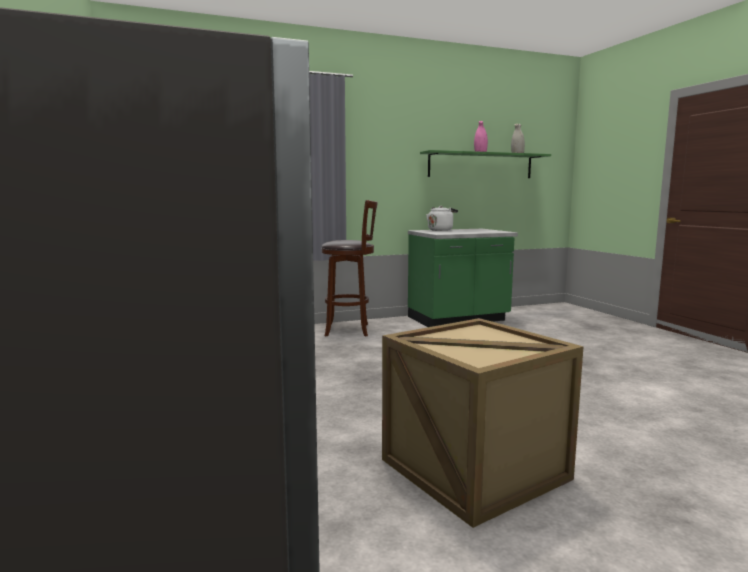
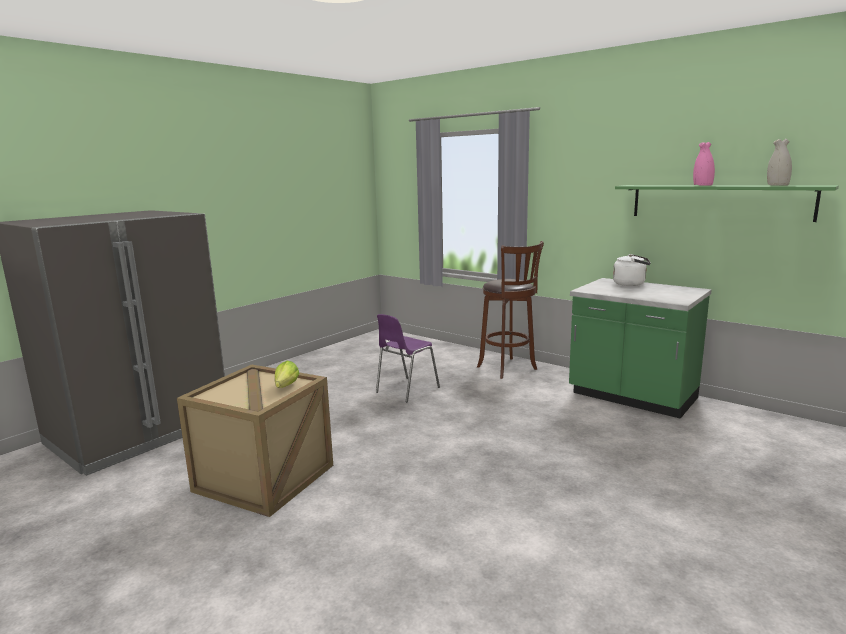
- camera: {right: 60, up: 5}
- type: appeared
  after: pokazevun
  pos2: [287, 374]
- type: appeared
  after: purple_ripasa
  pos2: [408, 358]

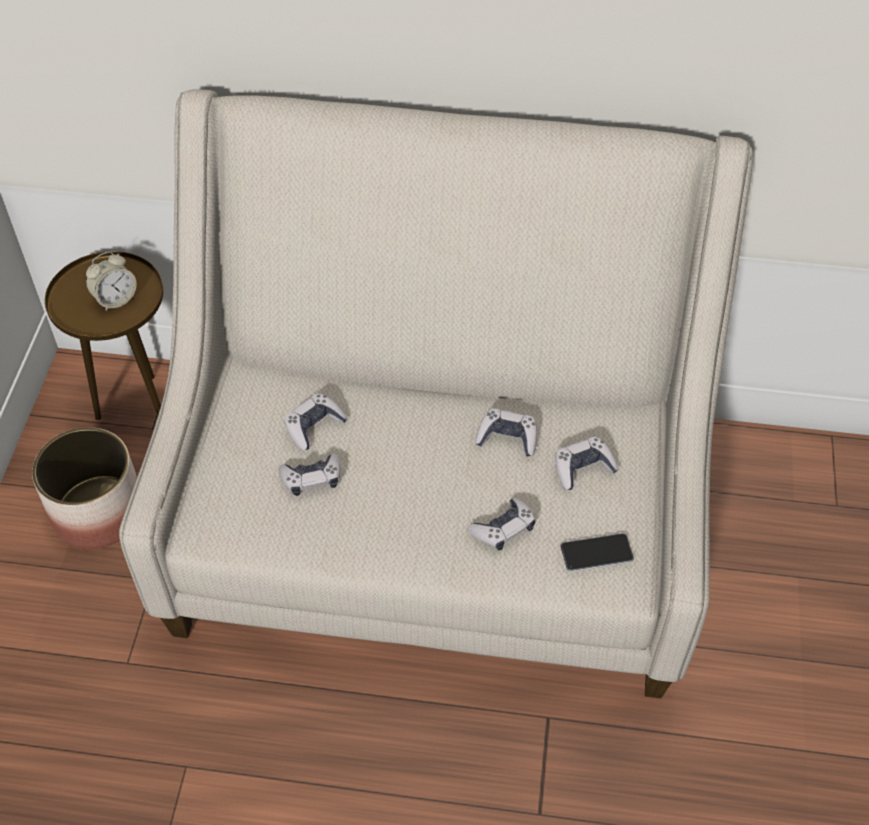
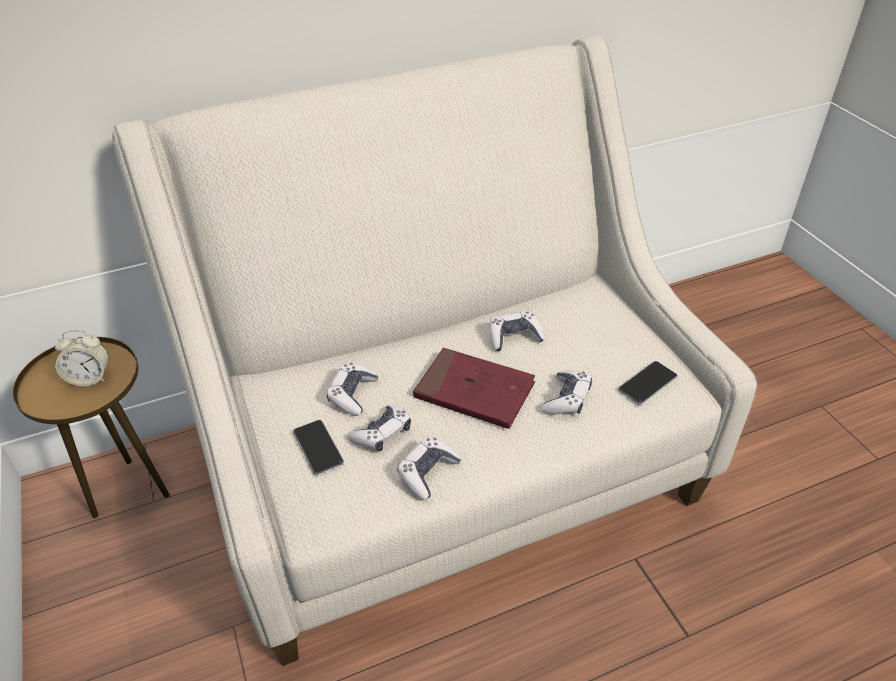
- camera: {right: -30, up: -10}
- type: spun
  before: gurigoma
  pos1: [111, 281]
  pos2: [82, 358]
  turn: 60
- type: appeared
  after: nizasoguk
  pos2: [318, 448]
- type: relocated
  before: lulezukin
  pos1: [587, 463]
  pos2: [429, 468]
- type: appeared
  after: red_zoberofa
  pos2: [474, 388]
- type: missing
  before: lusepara
  pos1: [84, 488]

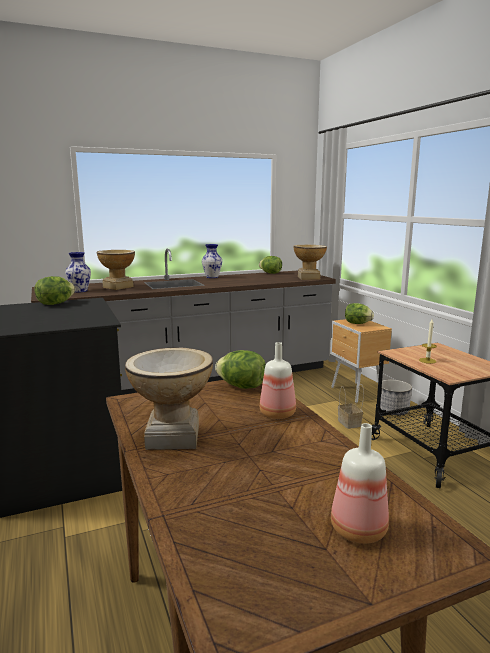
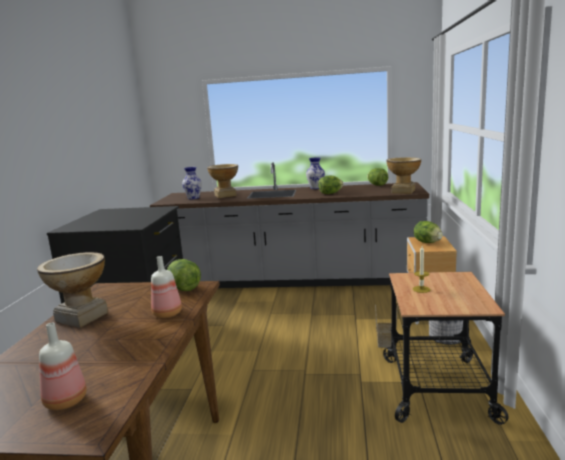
- camera: {right: 30, up: 0}
- type: relocated
  before: pokazevun
  pos1: [55, 290]
  pos2: [330, 185]

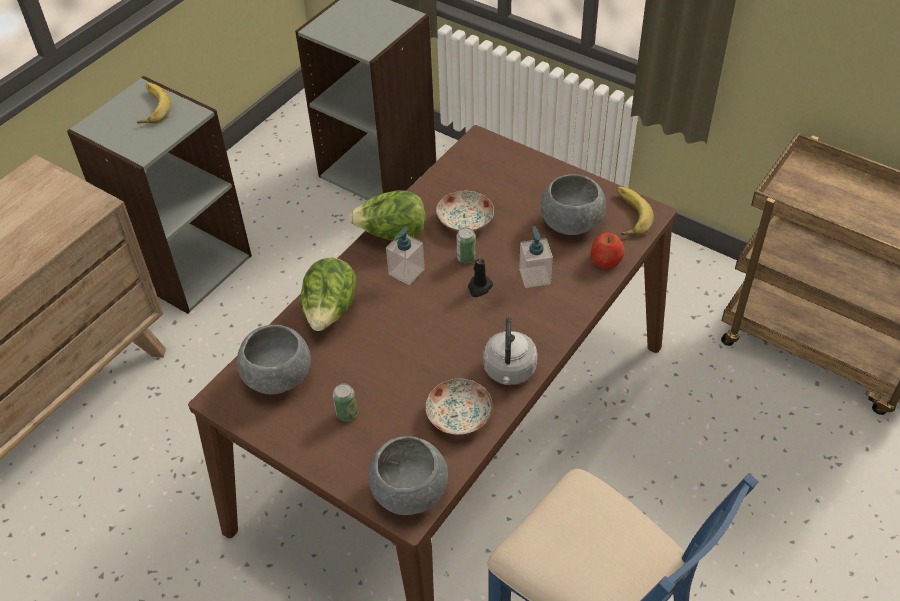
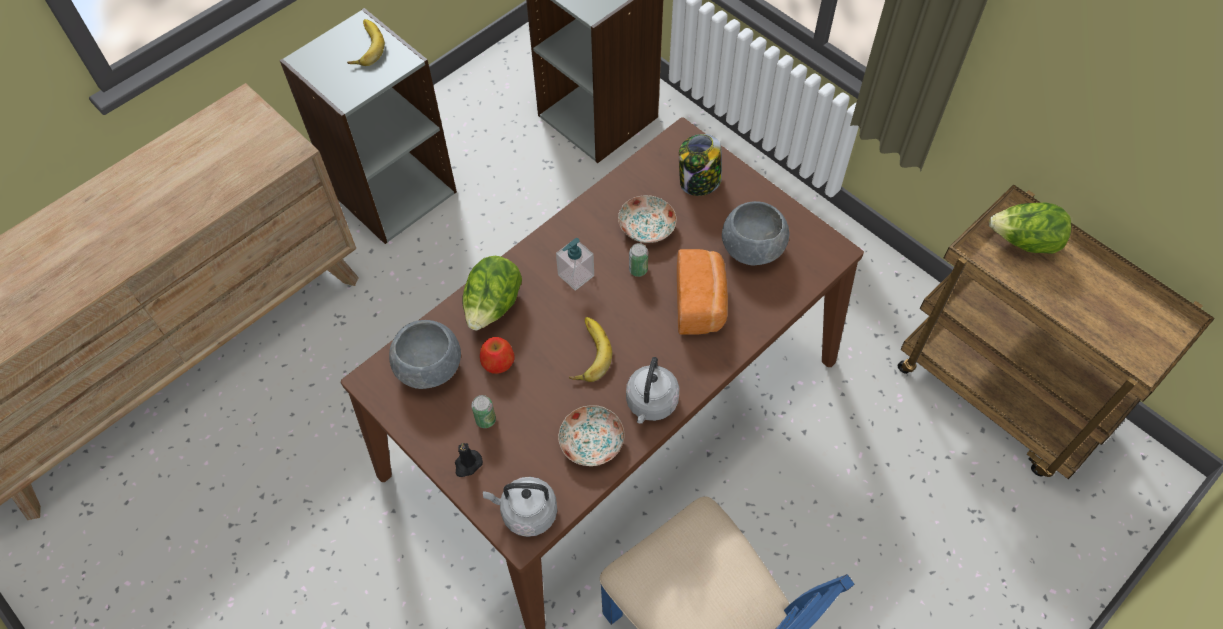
- camera: {right: 10, up: 10}
- type: relocated
  before: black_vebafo
  pos1: [480, 276]
  pos2: [469, 460]
- type: relocated
  before: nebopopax
  pos1: [608, 251]
  pos2: [497, 355]
- type: exchanged
  before: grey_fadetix
  after: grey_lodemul
  pos1: [408, 475]
  pos2: [520, 507]
- type: relocated
  before: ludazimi
  pos1: [635, 211]
  pos2: [590, 349]
- type: exchanged
  before: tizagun
  after: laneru
  pos1: [536, 257]
  pos2: [702, 292]
- type: appeared
  after: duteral
  pos2: [700, 165]
- type: relocated
  before: pokazevun
  pos1: [387, 215]
  pos2: [1030, 228]

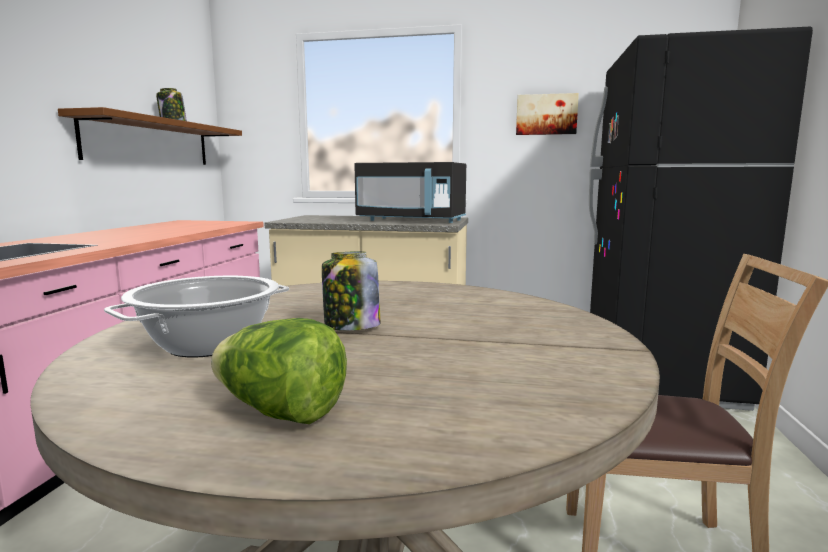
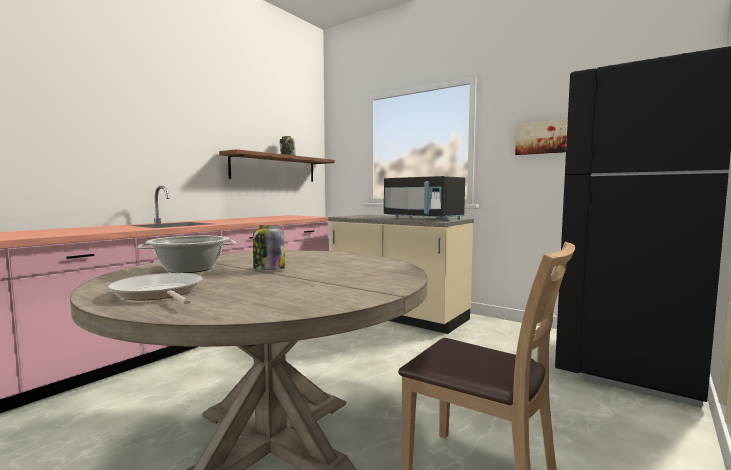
- camera: {right: 25, up: -5}
- type: exchanged
  before: pokazevun
  after: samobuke
  pos1: [279, 371]
  pos2: [155, 288]

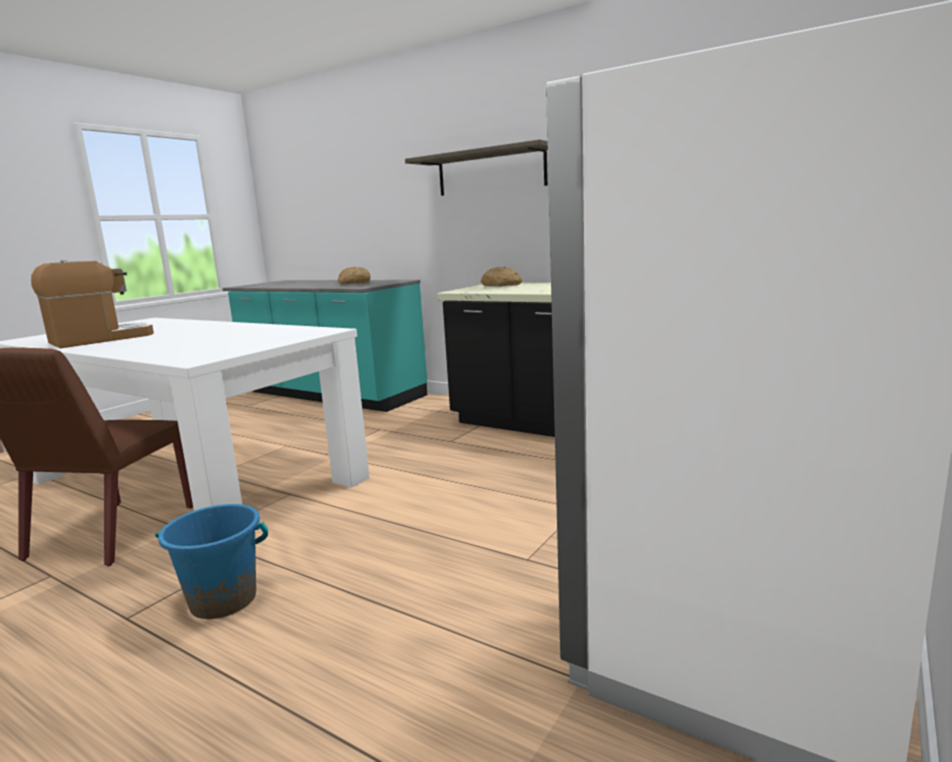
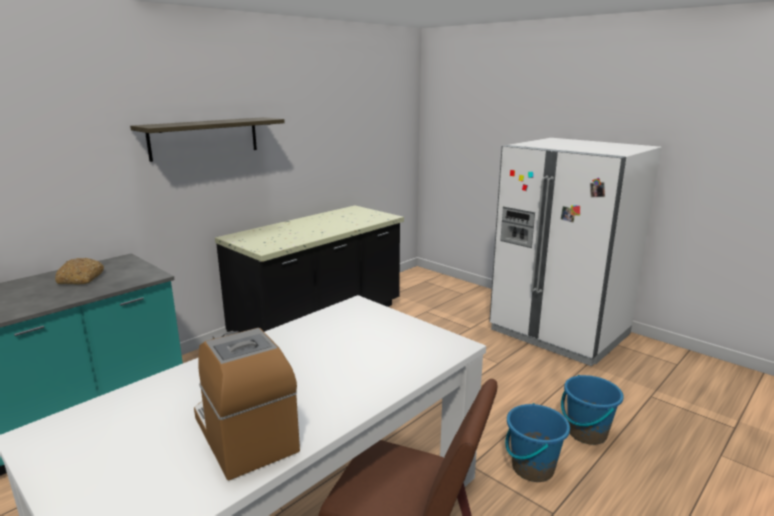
- camera: {right: -80, up: 5}
- type: appeared
  after: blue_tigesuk
  pos2: [592, 410]
- type: missing
  before: laneru
  pos1: [501, 277]

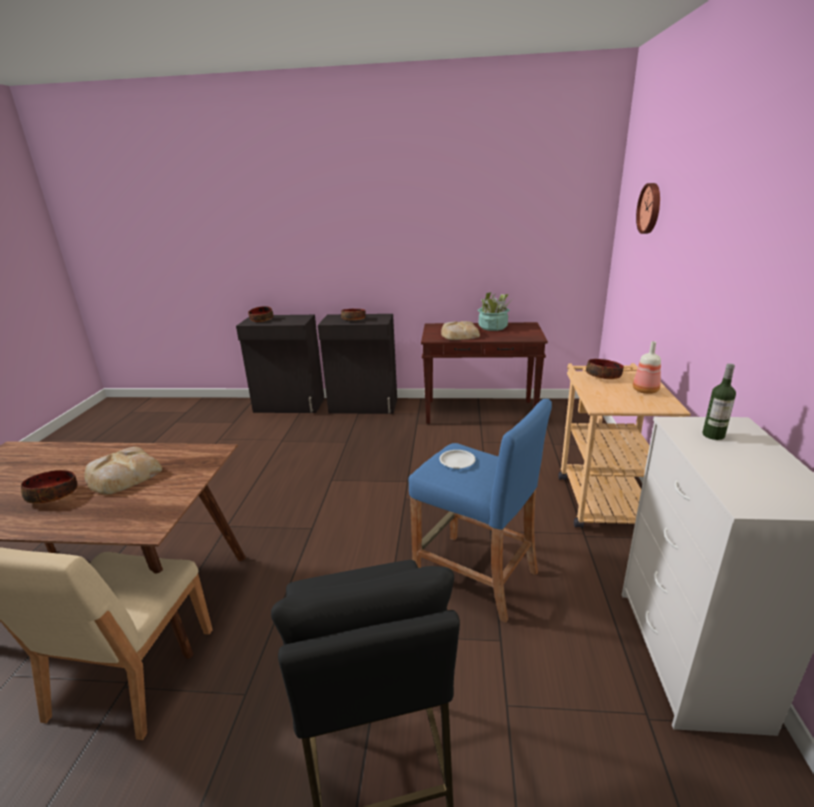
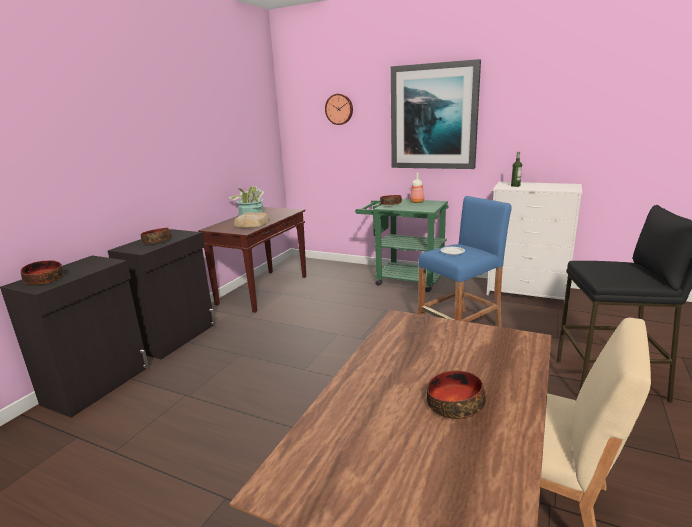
- camera: {right: -70, up: -5}
- type: colour
  before: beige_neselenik
  after: green_neselenik
  pos1: [624, 445]
  pos2: [402, 245]
- type: appeared
  after: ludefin
  pos2: [436, 114]
- type: missing
  before: laneru
  pos1: [123, 470]

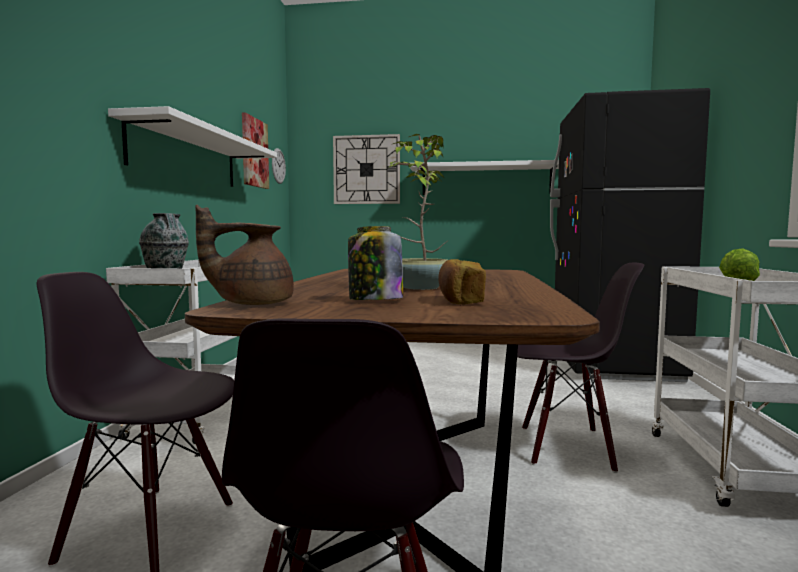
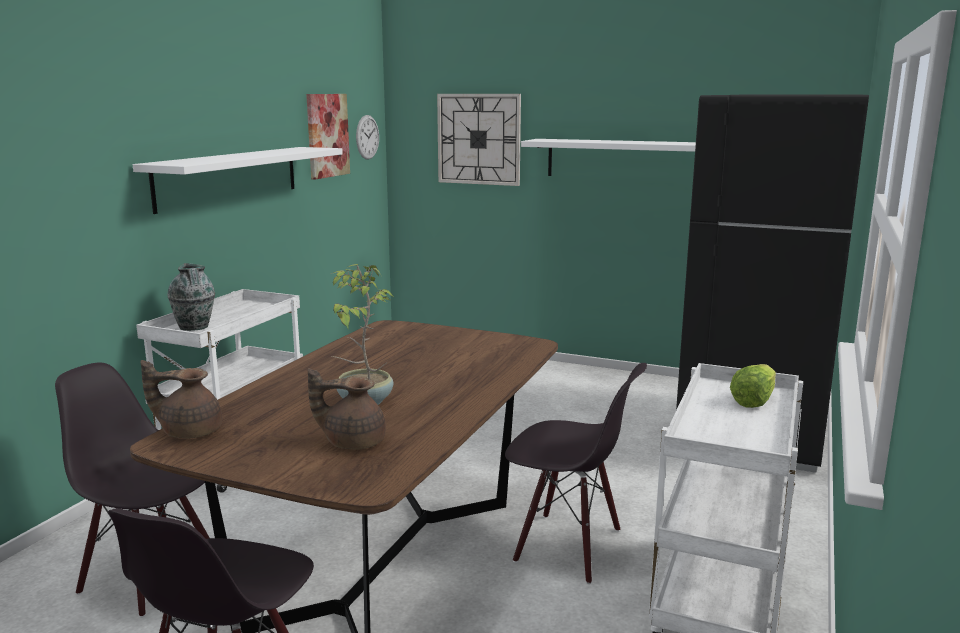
- camera: {right: 15, up: 10}
- type: exchanged
  before: laneru
  after: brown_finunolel
  pos1: [462, 281]
  pos2: [346, 409]
- type: missing
  before: duteral
  pos1: [375, 263]

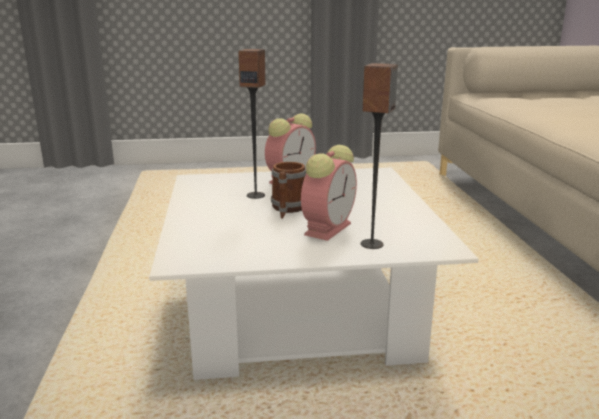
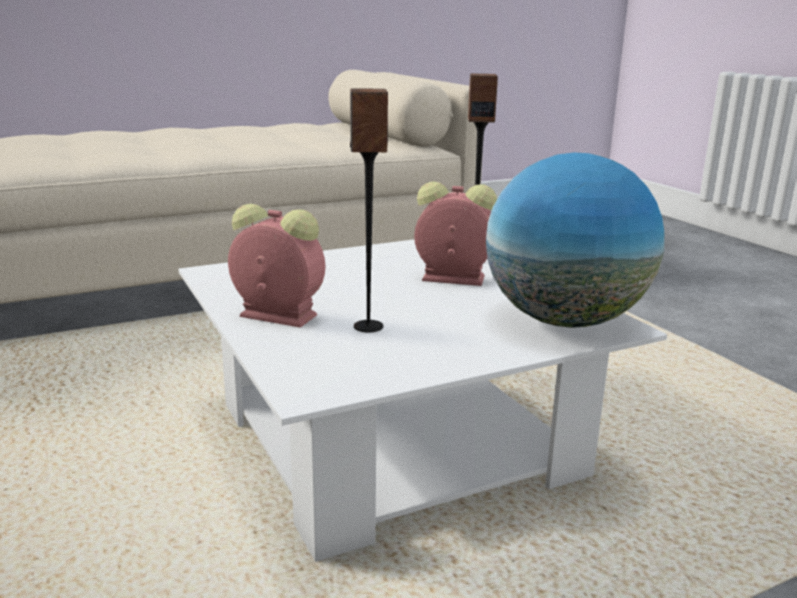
- camera: {right: -110, up: 0}
- type: appeared
  after: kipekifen
  pos2: [575, 240]
- type: missing
  before: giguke
  pos1: [288, 190]

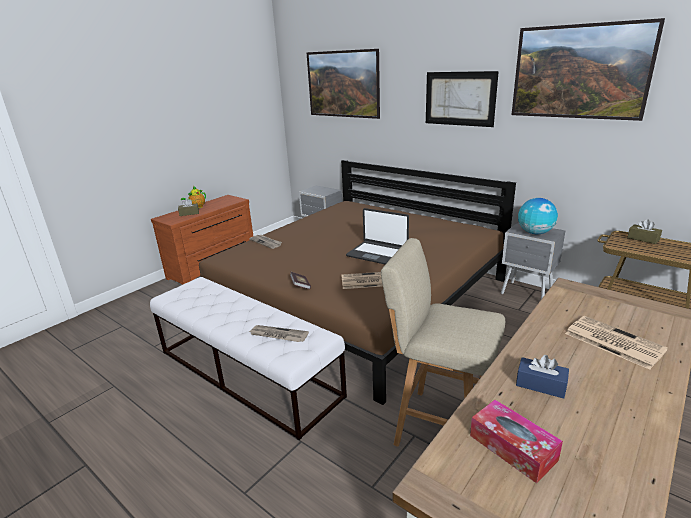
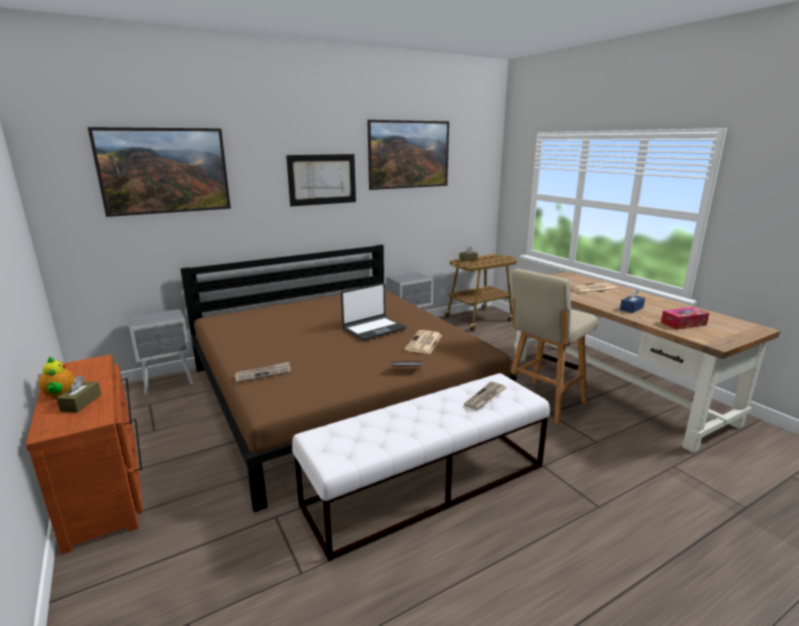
- camera: {right: -70, up: -5}
- type: missing
  before: kipekifen
  pos1: [538, 216]

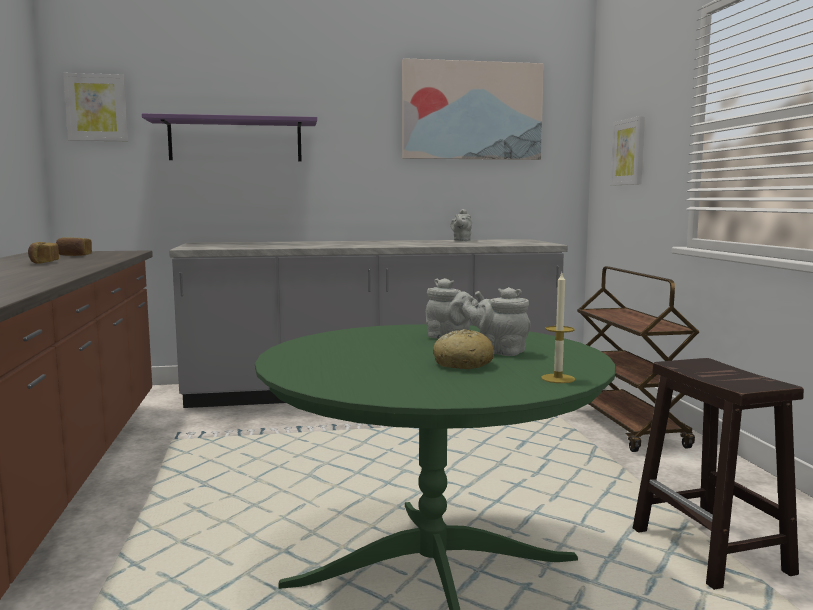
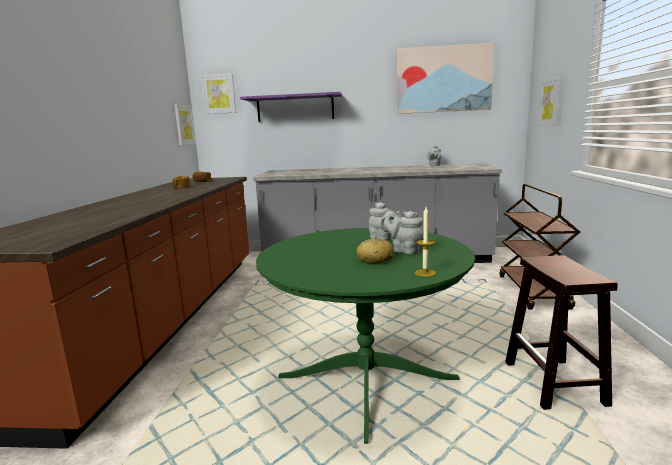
- camera: {right: 15, up: 5}
- type: appeared
  after: ludefin
  pos2: [185, 124]

